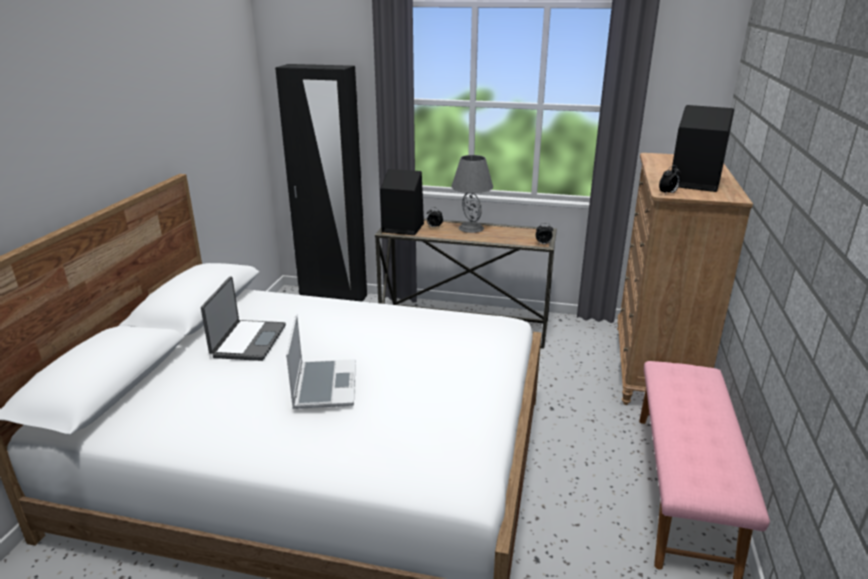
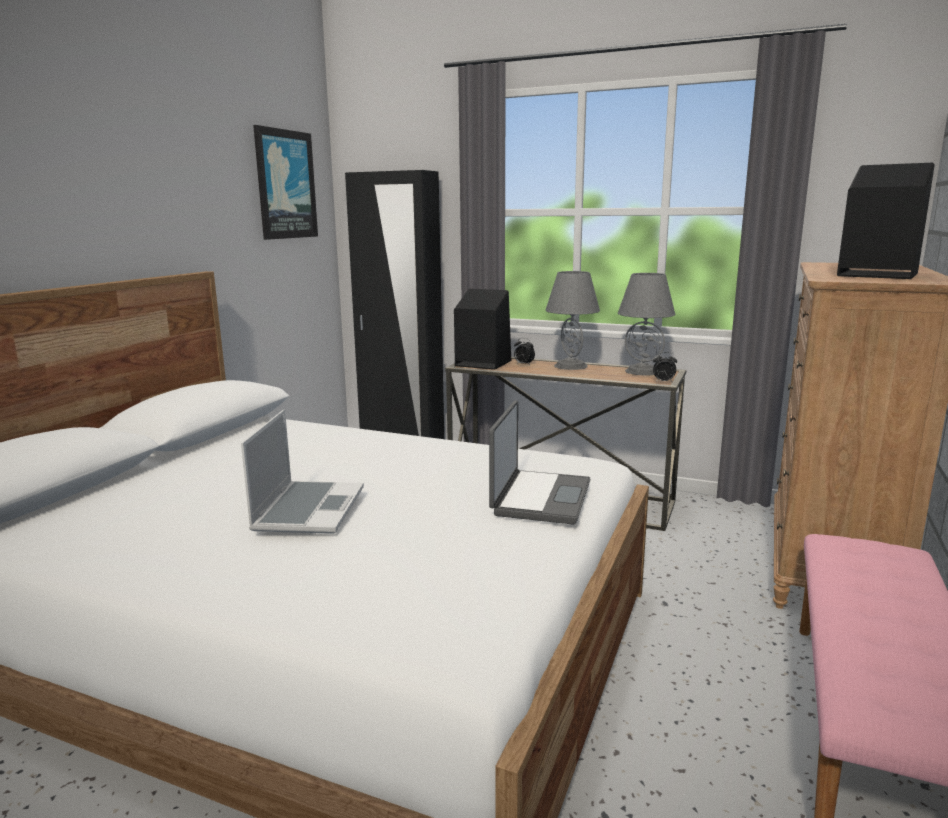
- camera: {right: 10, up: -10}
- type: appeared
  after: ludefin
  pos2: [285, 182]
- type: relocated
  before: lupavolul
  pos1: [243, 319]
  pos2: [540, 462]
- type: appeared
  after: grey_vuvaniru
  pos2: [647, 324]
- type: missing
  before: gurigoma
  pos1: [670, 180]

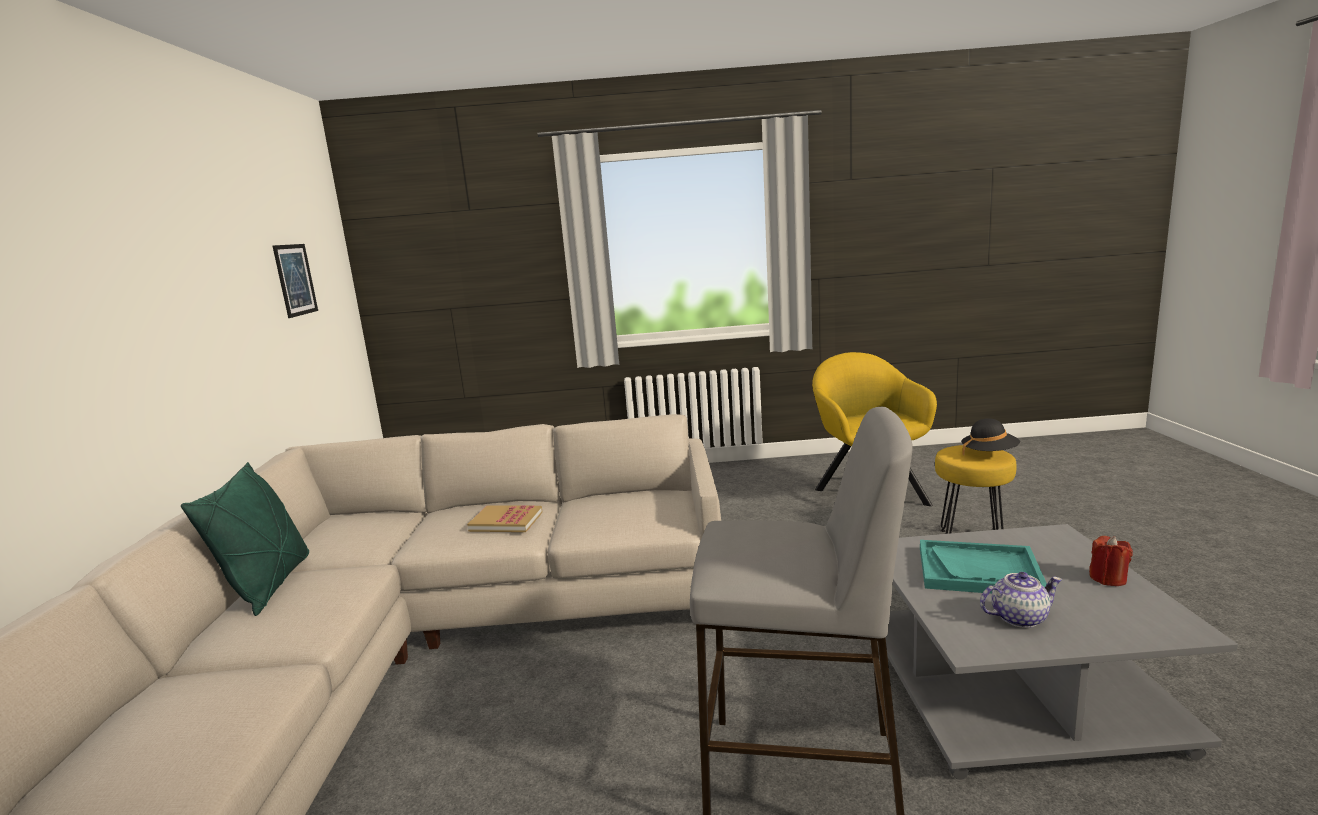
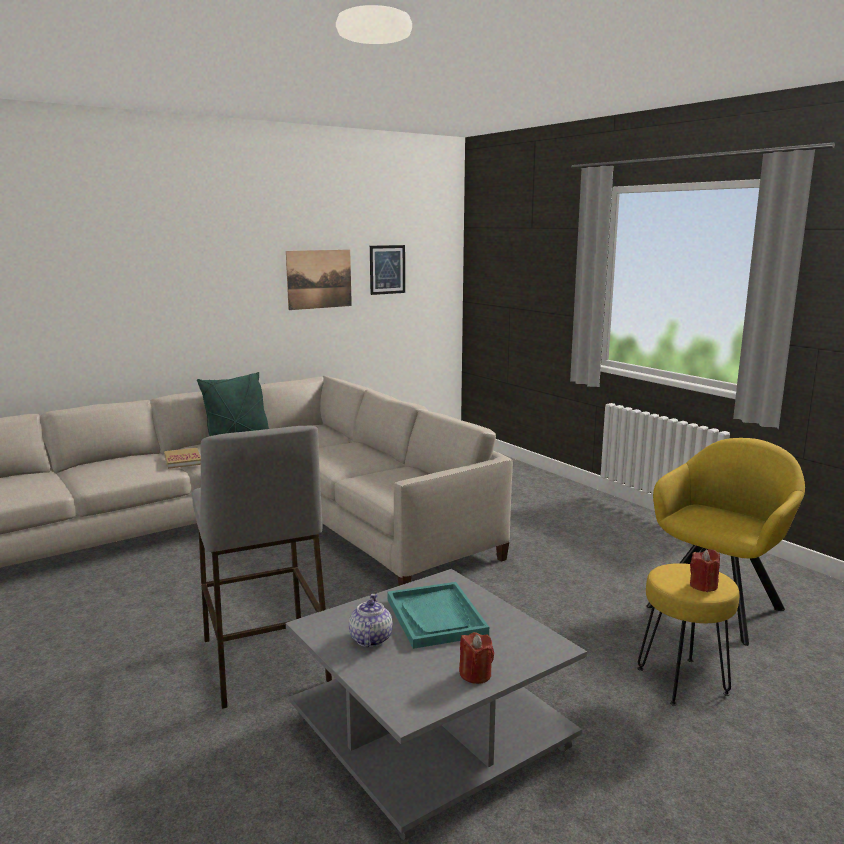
- camera: {right: 55, up: 0}
- type: relocated
  before: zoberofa
  pos1: [504, 518]
  pos2: [182, 458]
- type: appeared
  after: ludefin
  pos2: [319, 280]
- type: spun
  before: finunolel
  pos1: [1021, 600]
  pos2: [371, 620]
  turn: -135
- type: exchanged
  before: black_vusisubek
  after: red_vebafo
  pos1: [990, 437]
  pos2: [705, 570]

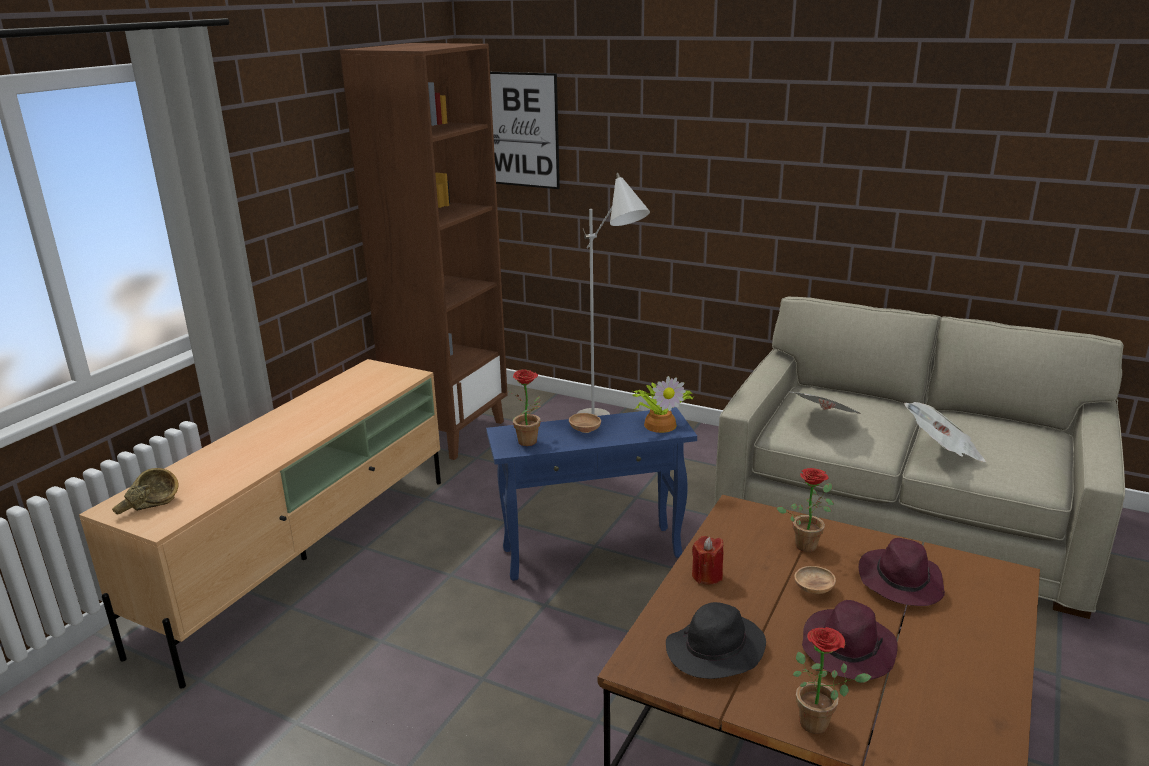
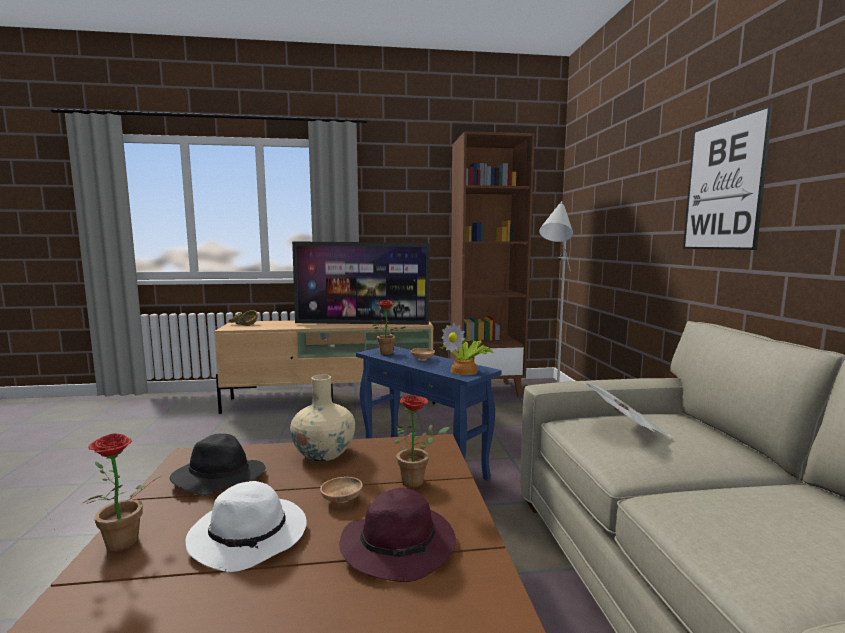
- camera: {right: 55, up: -15}
- type: colour
  before: purple_vusisubek
  after: white_vusisubek
  pos1: [850, 640]
  pos2: [245, 526]
- type: exchanged
  before: red_vebafo
  after: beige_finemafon
  pos1: [707, 560]
  pos2: [322, 418]
- type: appeared
  after: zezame
  pos2: [361, 283]
- type: relocated
  before: ludefin
  pos1: [525, 130]
  pos2: [728, 177]
- type: missing
  before: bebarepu
  pos1: [945, 432]

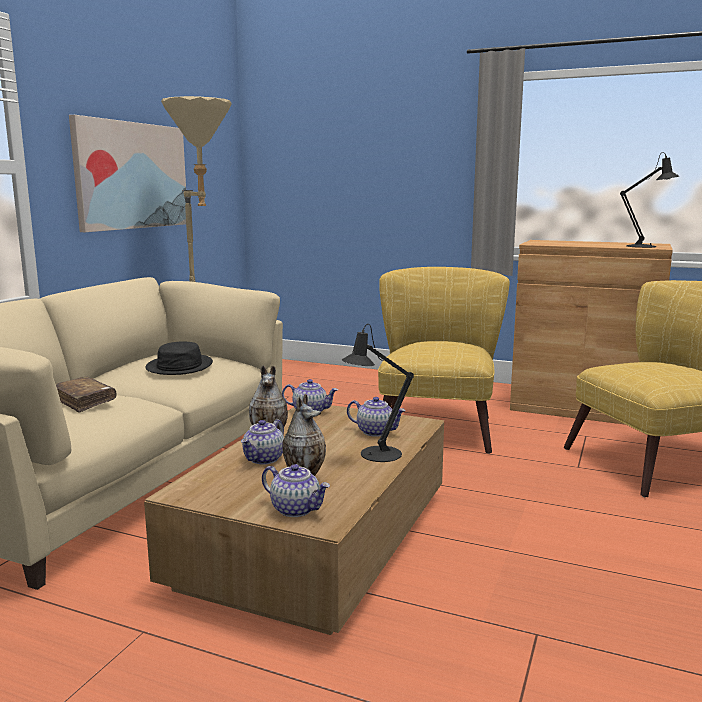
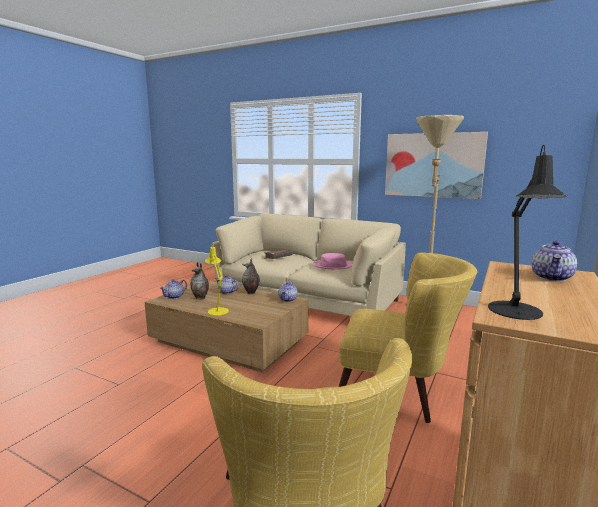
- camera: {right: 95, up: 0}
- type: colour
  before: black_vuvaniru
  after: yellow_vuvaniru
  pos1: [378, 393]
  pos2: [217, 280]
- type: colour
  before: black_vusisubek
  after: pink_vusisubek
  pos1: [179, 358]
  pos2: [333, 261]
- type: relocated
  before: finunolel
  pos1: [376, 417]
  pos2: [554, 261]

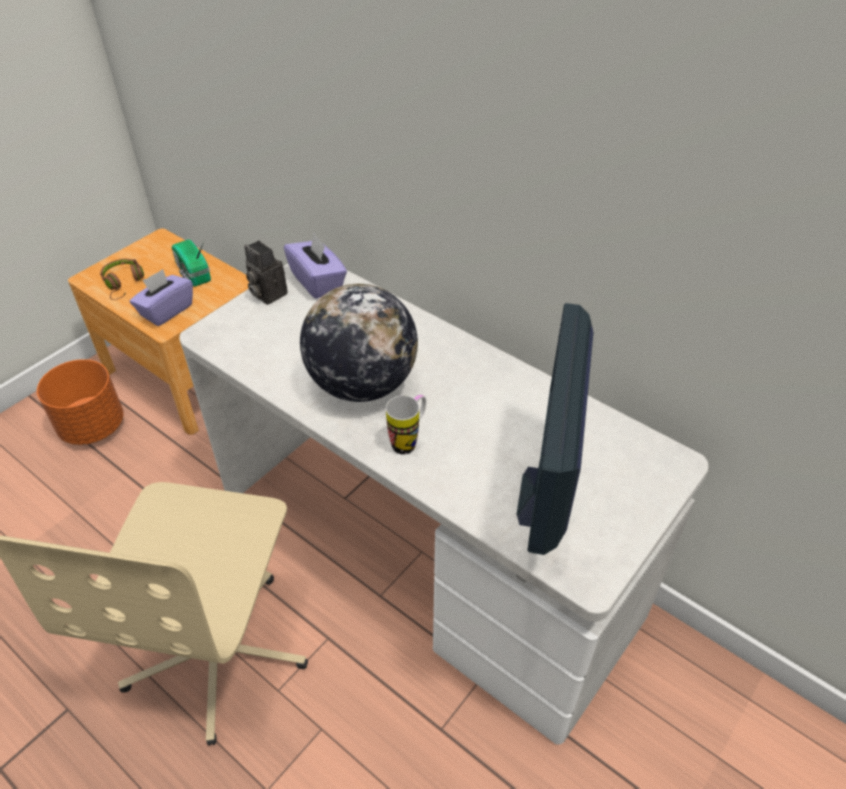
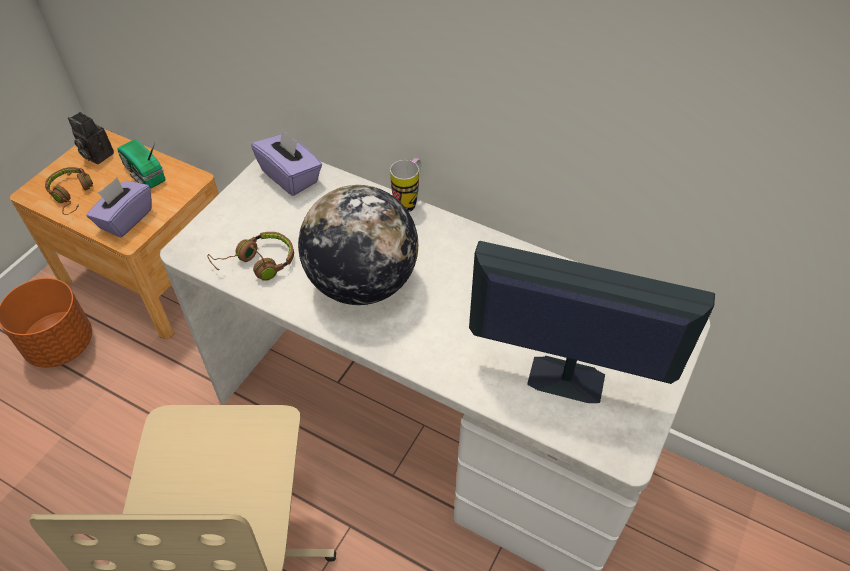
- camera: {right: -10, up: 5}
- type: relocated
  before: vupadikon
  pos1: [266, 273]
  pos2: [91, 138]
- type: appeared
  after: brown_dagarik
  pos2: [250, 256]
- type: relocated
  before: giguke
  pos1: [406, 425]
  pos2: [405, 185]
- type: spun
  before: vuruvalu
  pos1: [555, 429]
  pos2: [592, 322]
  turn: 105

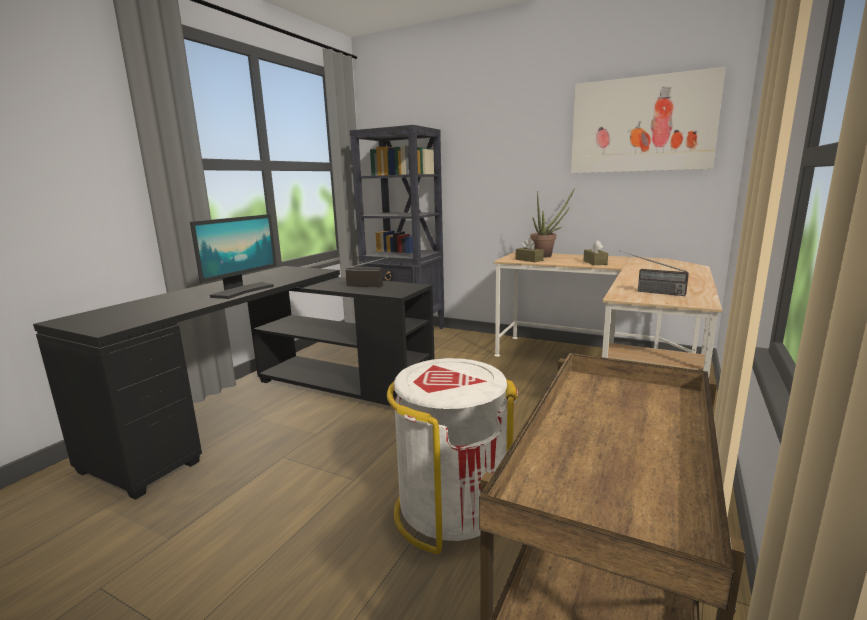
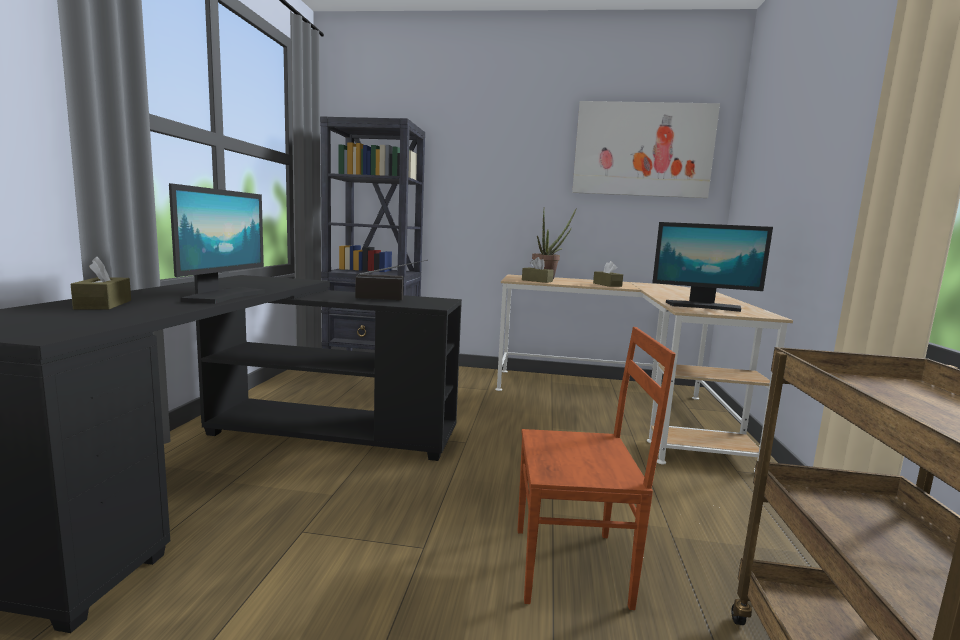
- camera: {right: -20, up: -5}
- type: appeared
  after: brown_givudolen
  pos2: [101, 283]
- type: exchanged
  before: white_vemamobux
  after: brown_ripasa
  pos1: [452, 456]
  pos2: [597, 468]
- type: exchanged
  before: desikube
  after: vuruvalu
  pos1: [654, 273]
  pos2: [712, 267]

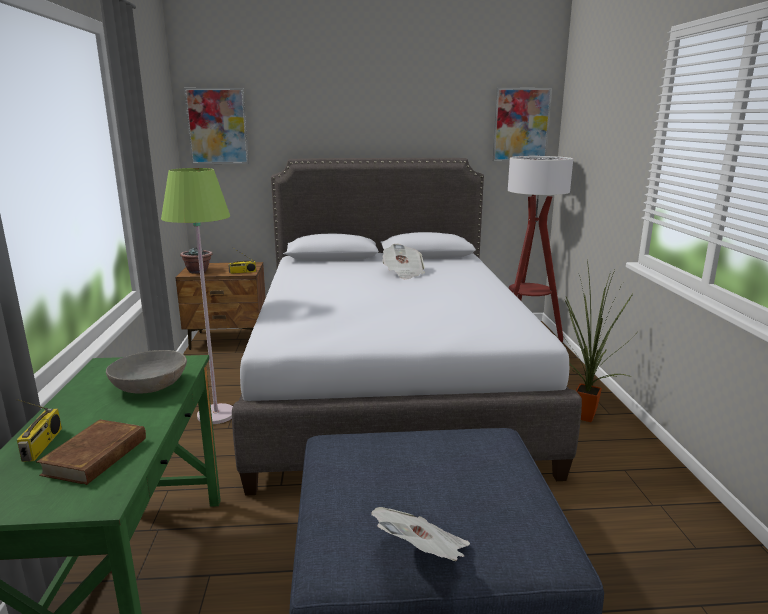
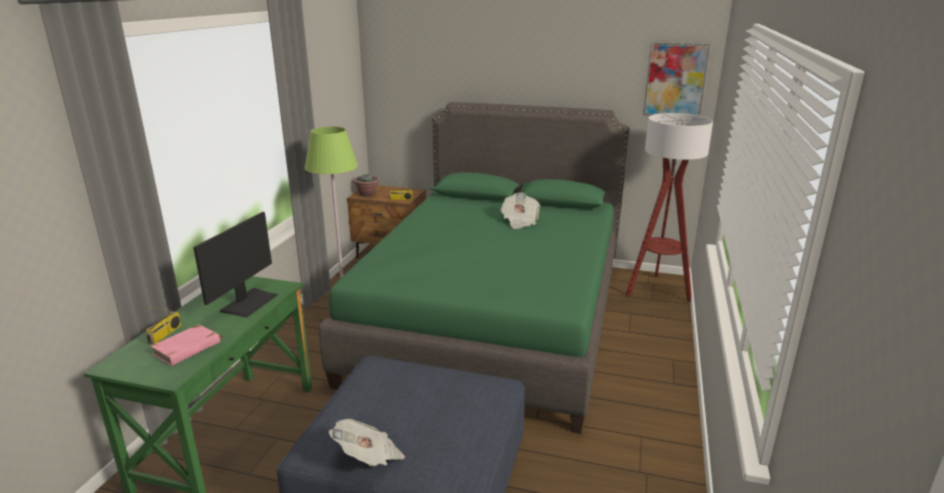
- camera: {right: 20, up: 5}
- type: colour
  before: brown_zoberofa
  after: pink_zoberofa
  pos1: [91, 452]
  pos2: [187, 345]
- type: exchanged
  before: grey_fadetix
  after: vuruvalu
  pos1: [146, 372]
  pos2: [236, 265]
- type: colour
  before: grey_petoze
  after: green_petoze
  pos1: [407, 327]
  pos2: [474, 268]
- type: missing
  before: ludefin
  pos1: [216, 126]
- type: missing
  before: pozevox
  pos1: [596, 341]

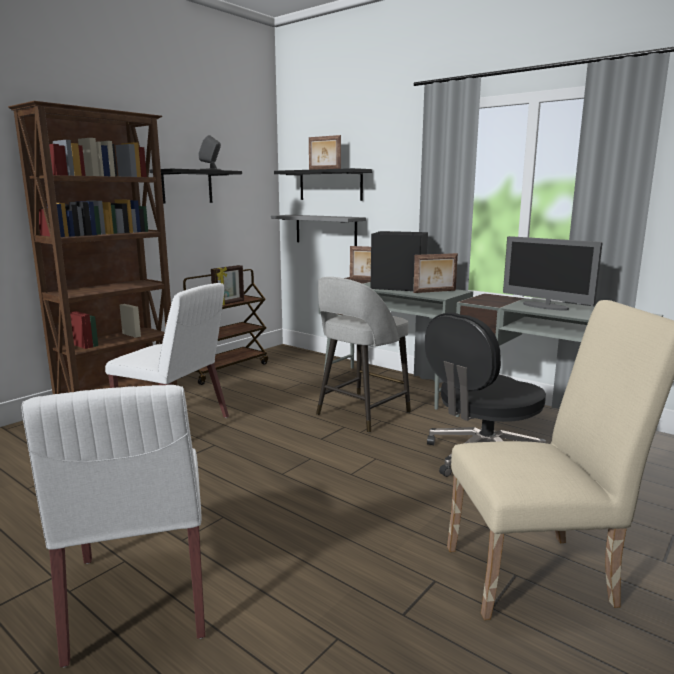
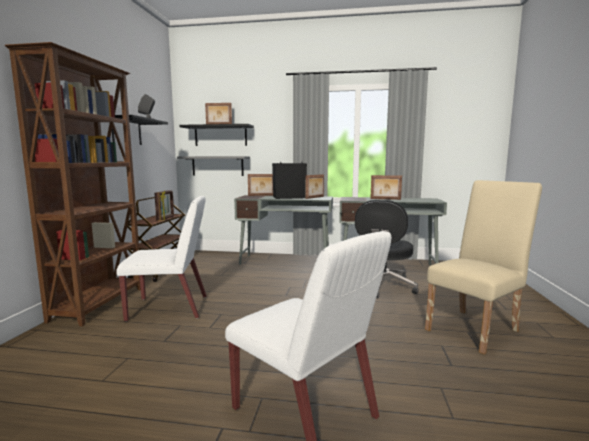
- camera: {right: -30, up: -5}
- type: exchanged
  before: vuruvalu
  after: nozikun
  pos1: [552, 273]
  pos2: [386, 187]
- type: missing
  before: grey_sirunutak
  pos1: [363, 355]

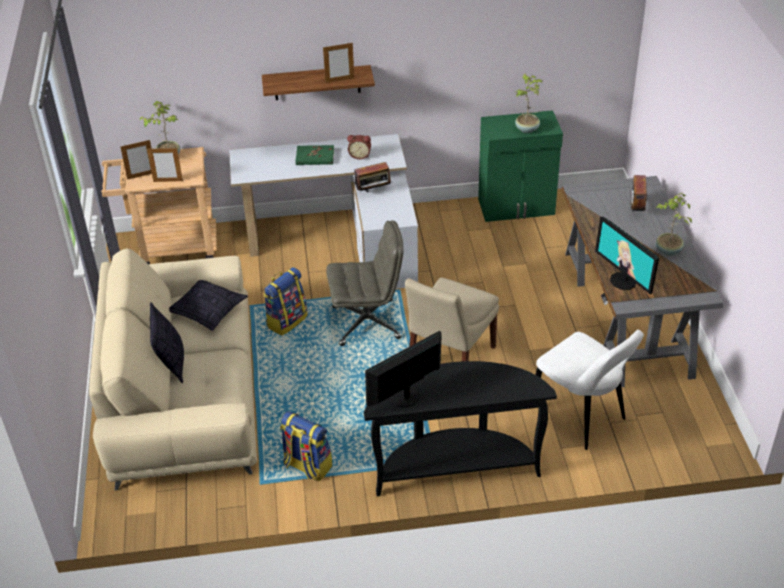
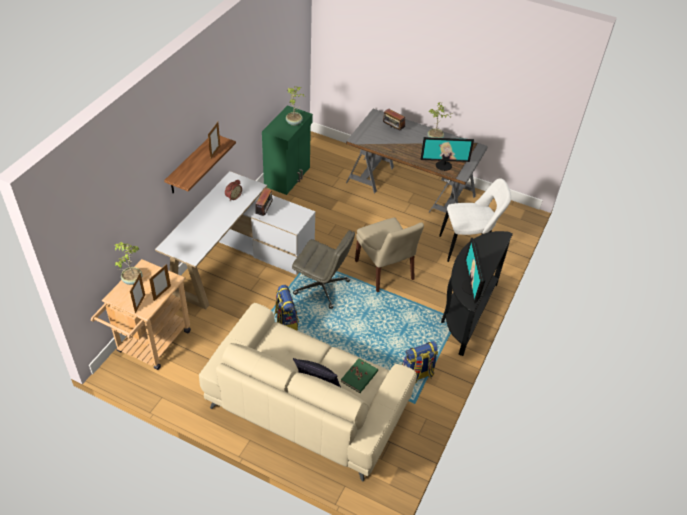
- camera: {right: -60, up: 5}
- type: spun
  before: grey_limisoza
  pos1: [365, 283]
  pos2: [323, 269]
  turn: 90
- type: relocated
  before: green_zoberofa
  pos1: [314, 155]
  pos2: [359, 375]
- type: missing
  before: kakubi
  pos1: [208, 305]

